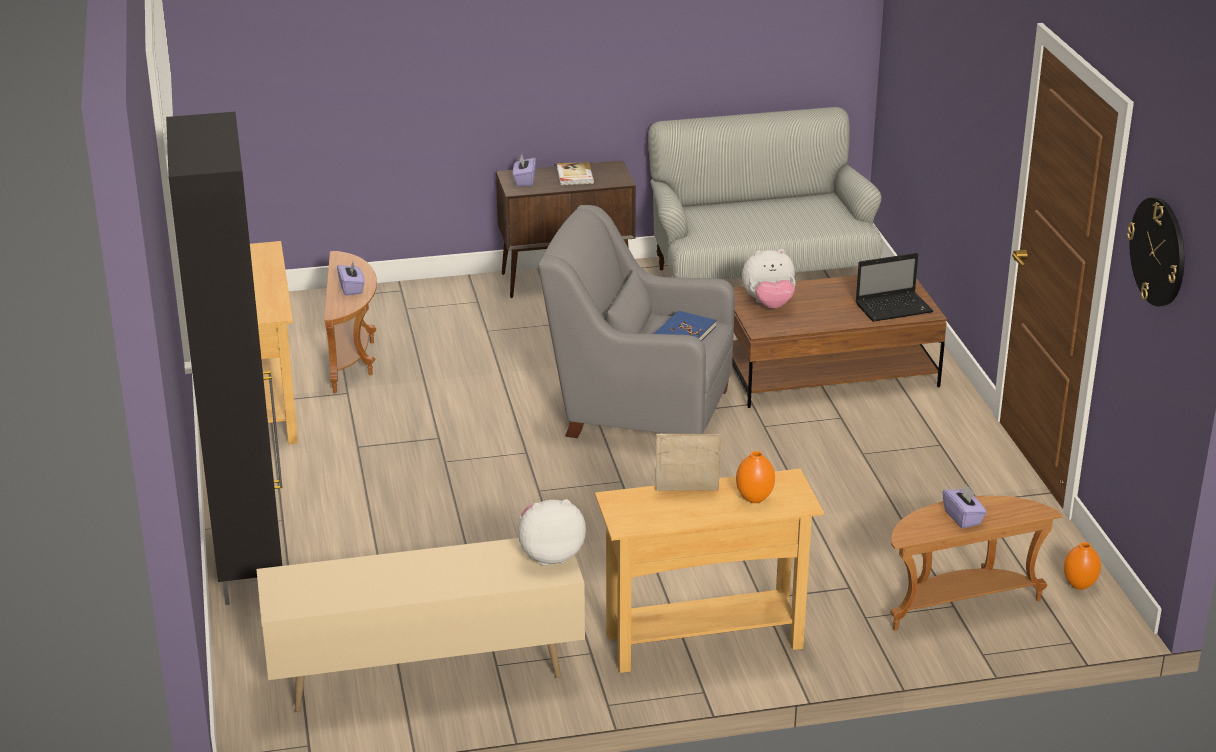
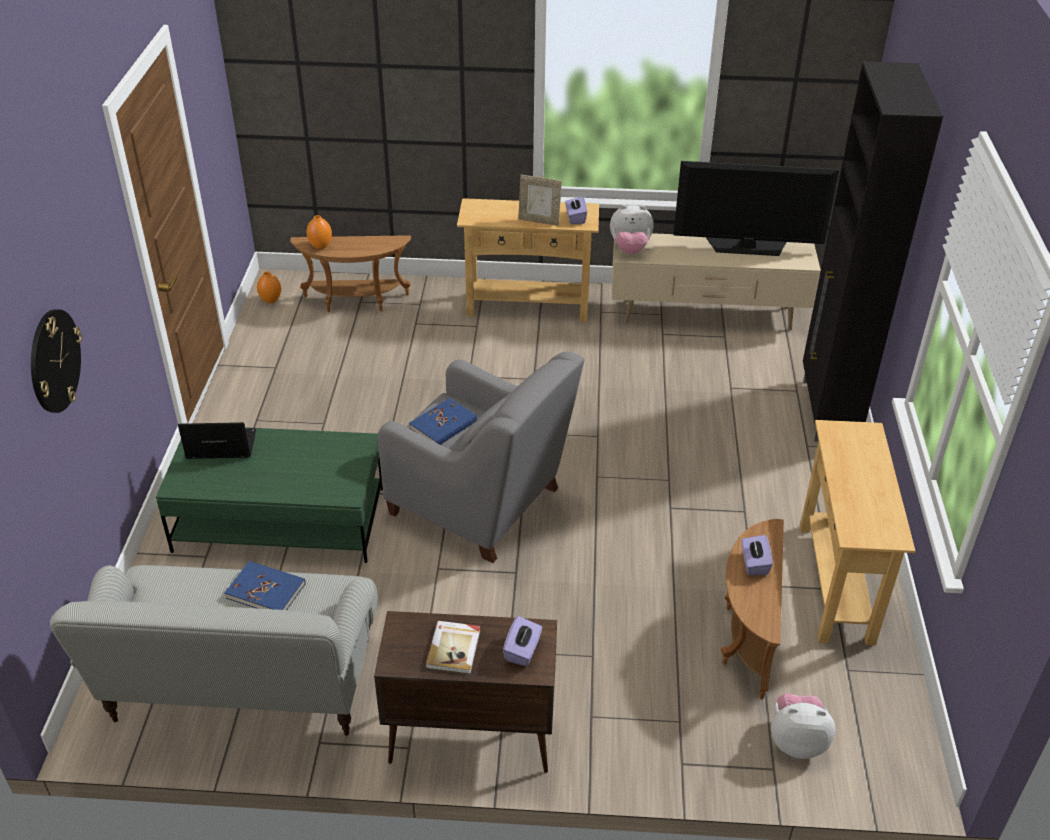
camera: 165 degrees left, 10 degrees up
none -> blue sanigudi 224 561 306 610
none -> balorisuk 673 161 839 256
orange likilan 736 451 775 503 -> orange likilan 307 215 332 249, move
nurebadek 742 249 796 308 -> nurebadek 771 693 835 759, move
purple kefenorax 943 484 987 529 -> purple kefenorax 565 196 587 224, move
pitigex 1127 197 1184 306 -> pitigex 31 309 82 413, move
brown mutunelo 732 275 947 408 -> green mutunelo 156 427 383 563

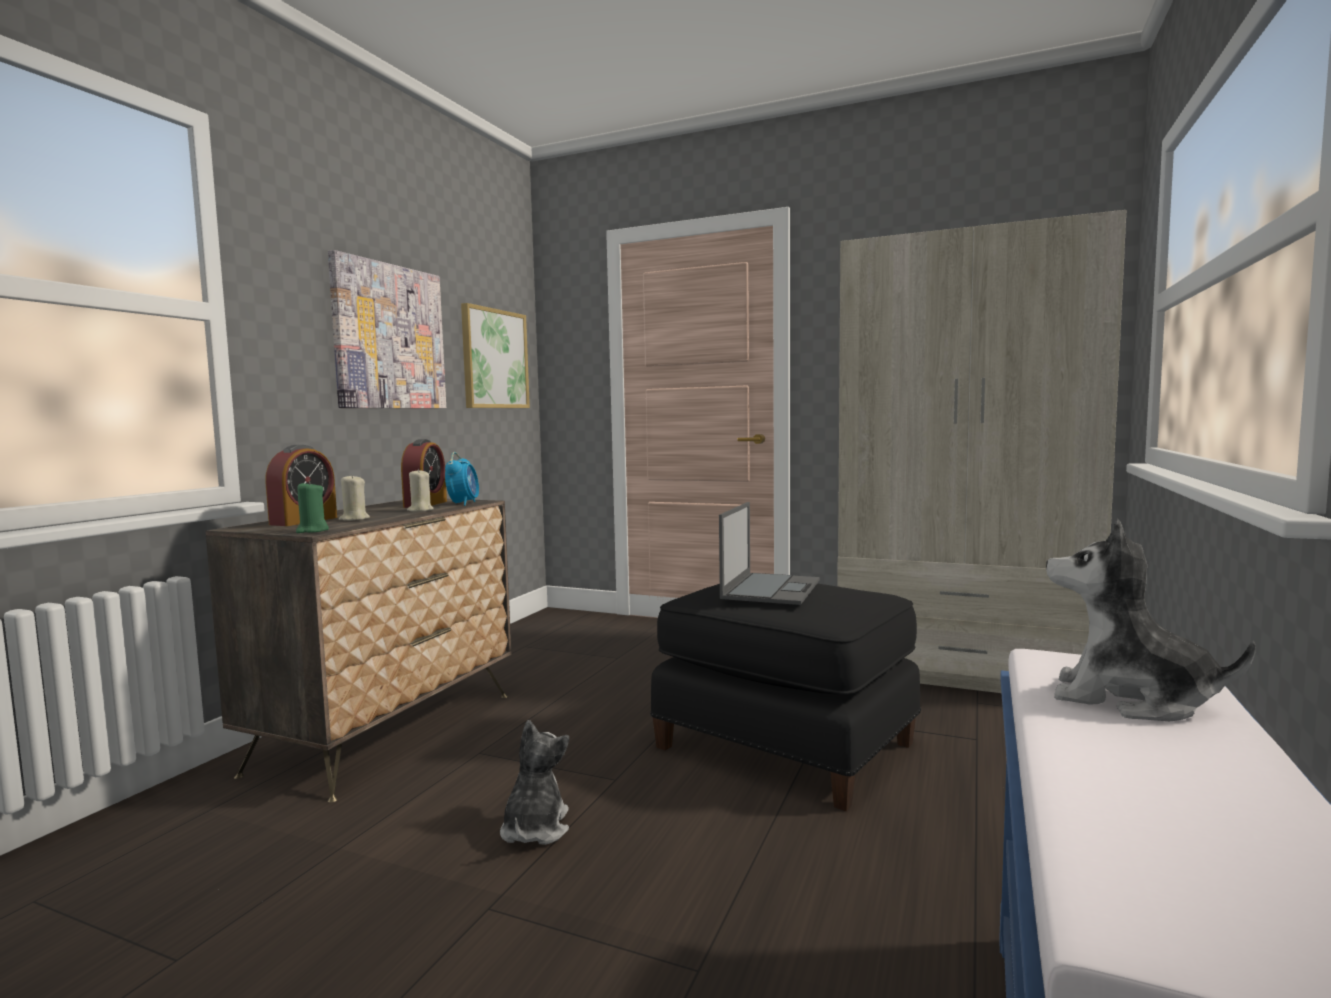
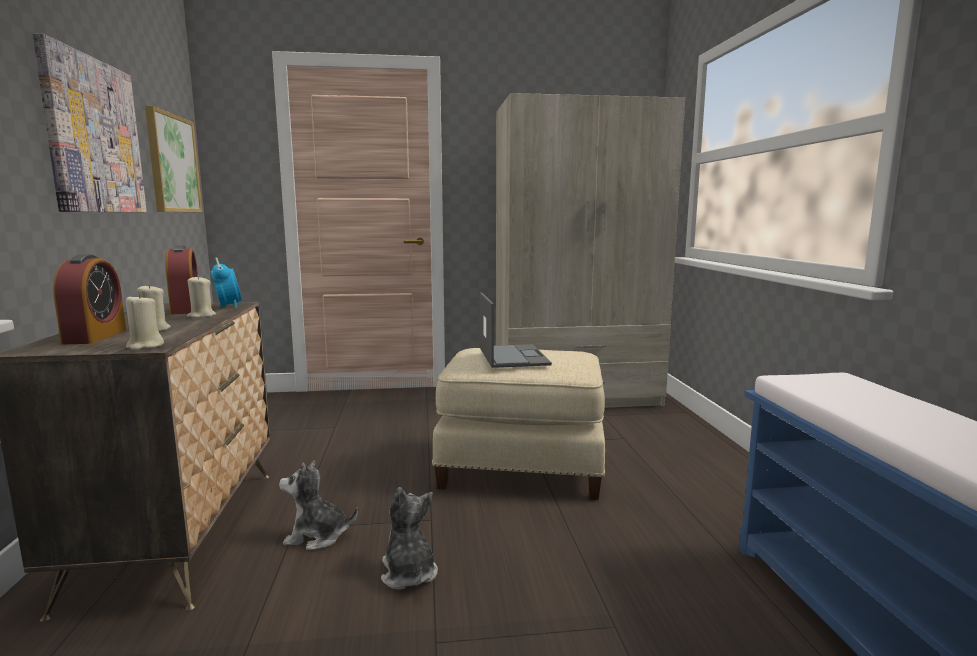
camera: 30 degrees left, 5 degrees up
nurebadek 1046 519 1256 721 -> nurebadek 279 460 358 550, move
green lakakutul 296 481 329 533 -> beige lakakutul 126 294 164 350
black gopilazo 650 584 921 811 -> beige gopilazo 432 348 605 500

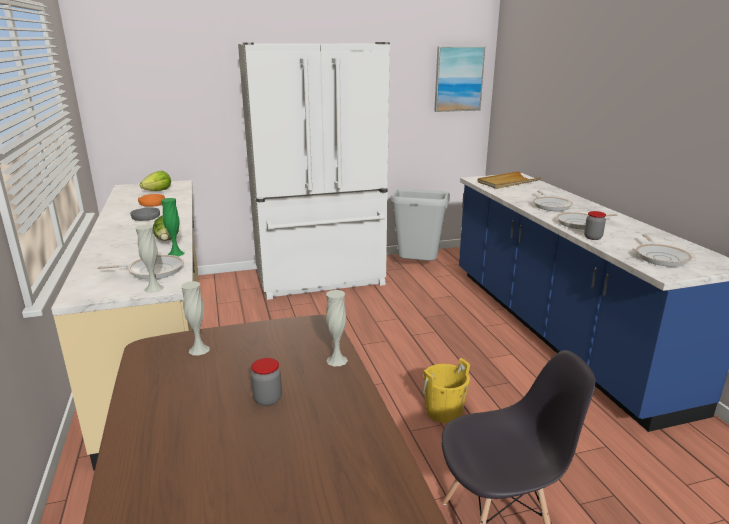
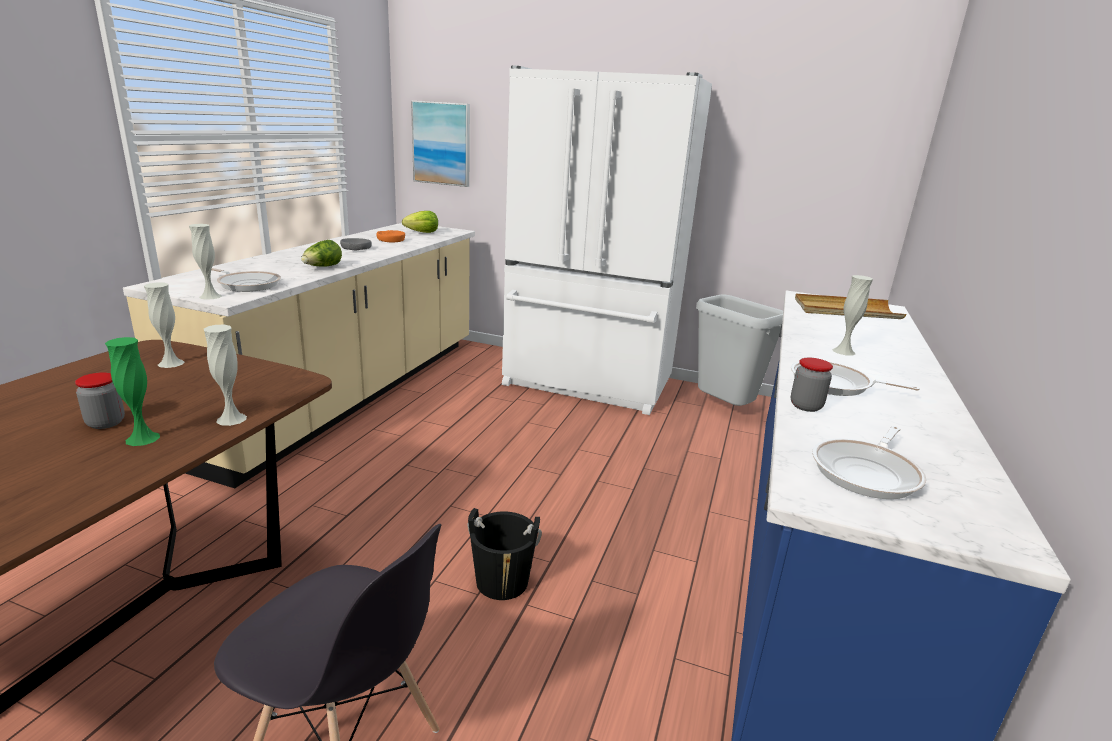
camera: 35 degrees right, 0 degrees up
green likilan 161 198 184 256 -> green likilan 105 337 160 446, move
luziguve 434 46 485 112 -> luziguve 411 100 470 187, move
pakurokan 533 190 573 211 -> white likilan 832 275 873 356
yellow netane 422 358 470 423 -> black netane 467 508 542 600

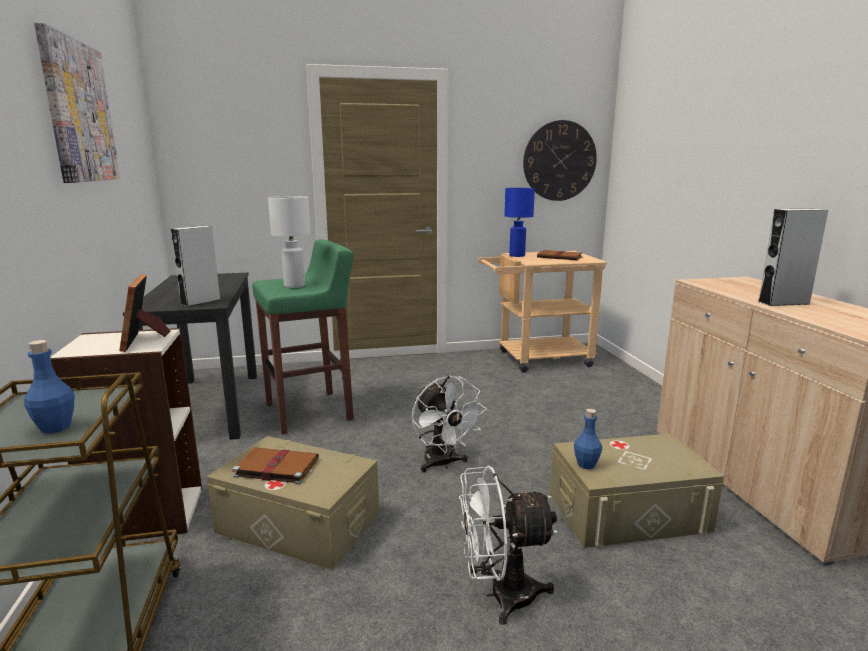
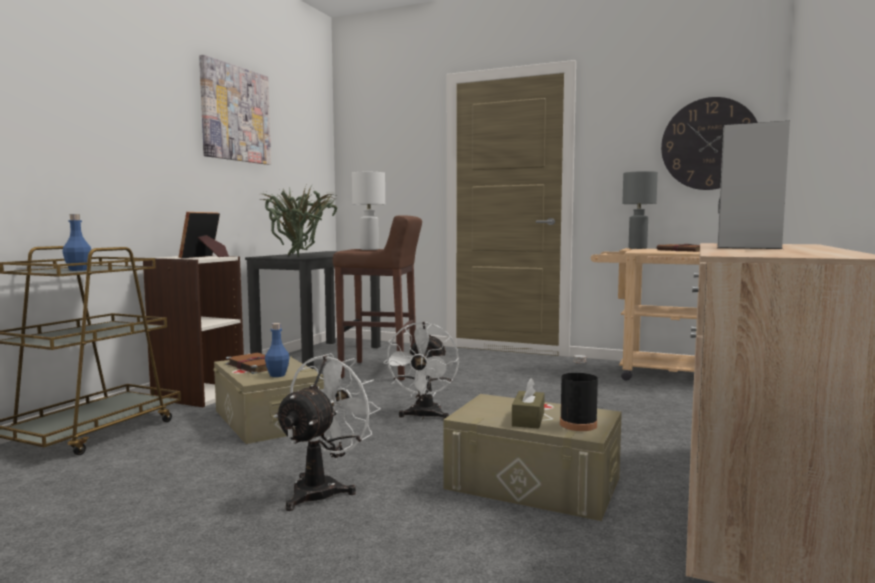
camera: 35 degrees right, 10 degrees down
none -> brown kefenorax 512 378 545 429
none -> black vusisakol 560 355 598 431
blue vusisakol 574 409 602 470 -> blue vusisakol 265 323 289 377, move
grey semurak 171 226 220 307 -> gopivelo 260 185 337 257
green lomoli 252 239 354 435 -> brown lomoli 333 215 422 380
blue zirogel 504 188 535 257 -> grey zirogel 622 171 658 249
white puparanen 459 466 558 625 -> white puparanen 273 353 381 511, 90 degrees clockwise

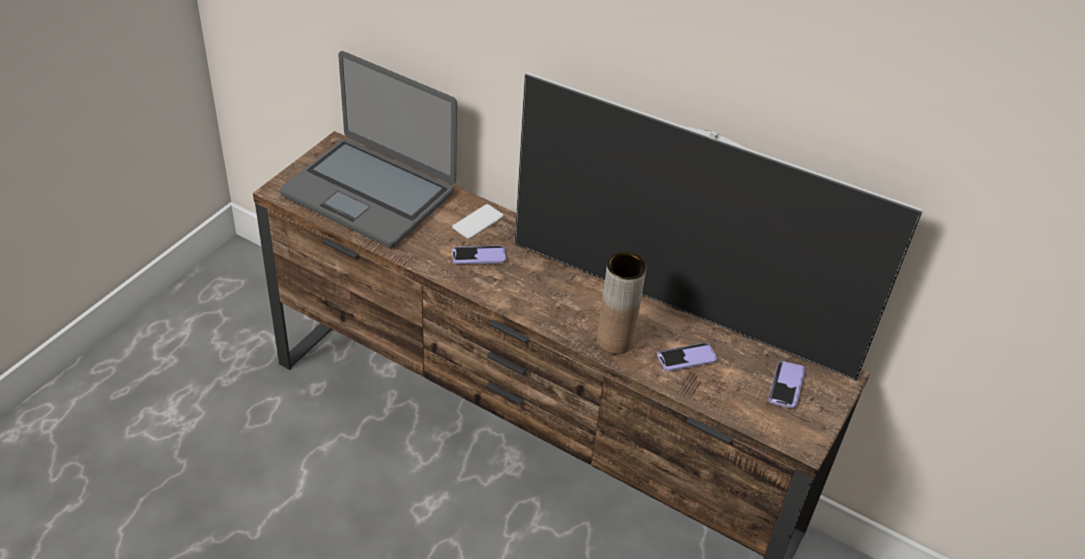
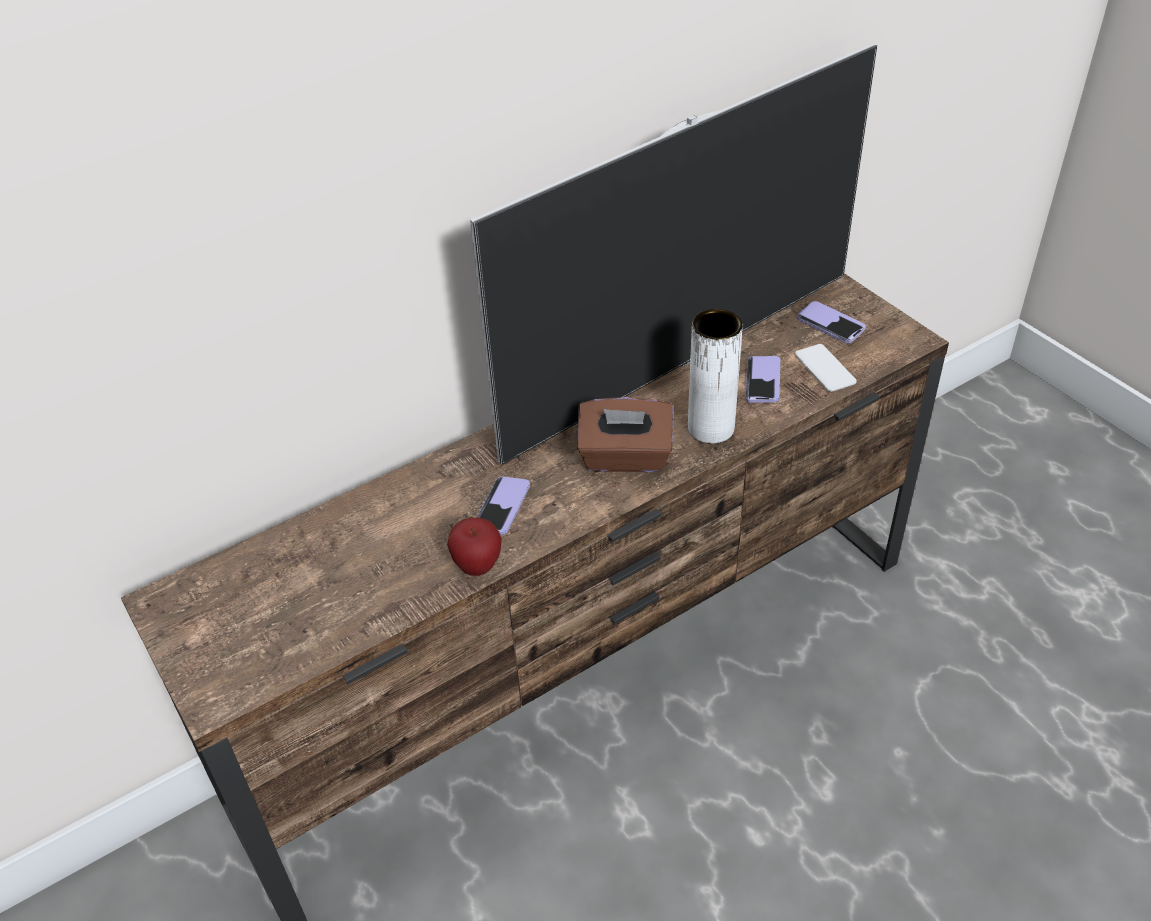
camera: 60 degrees left, 0 degrees up
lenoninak 280 51 457 248 -> none
none -> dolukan 447 517 502 576
none -> brown kefenorax 577 397 673 472
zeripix 452 204 504 239 -> zeripix 795 344 857 392, move
brown likilan 597 252 646 354 -> white likilan 688 309 743 444

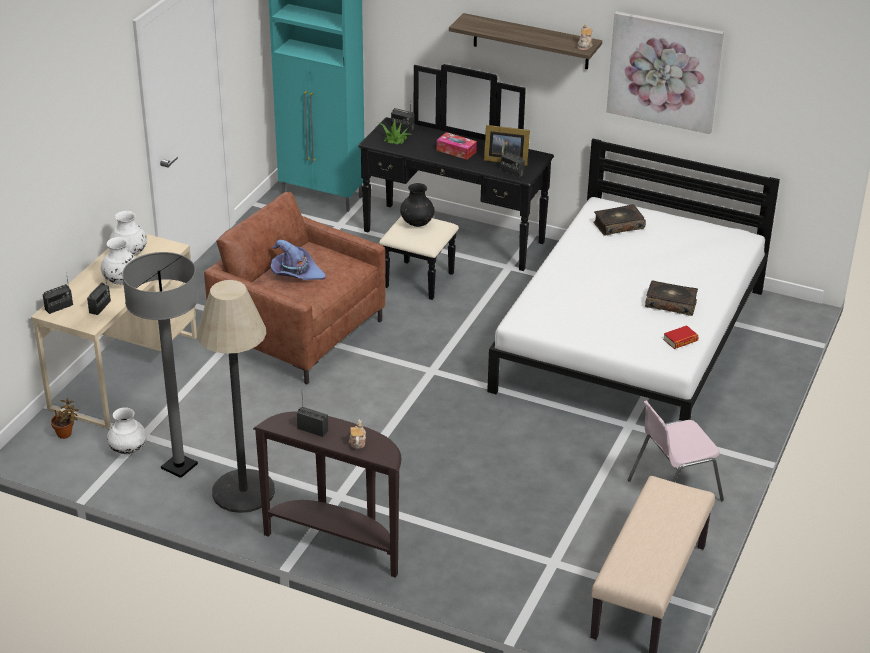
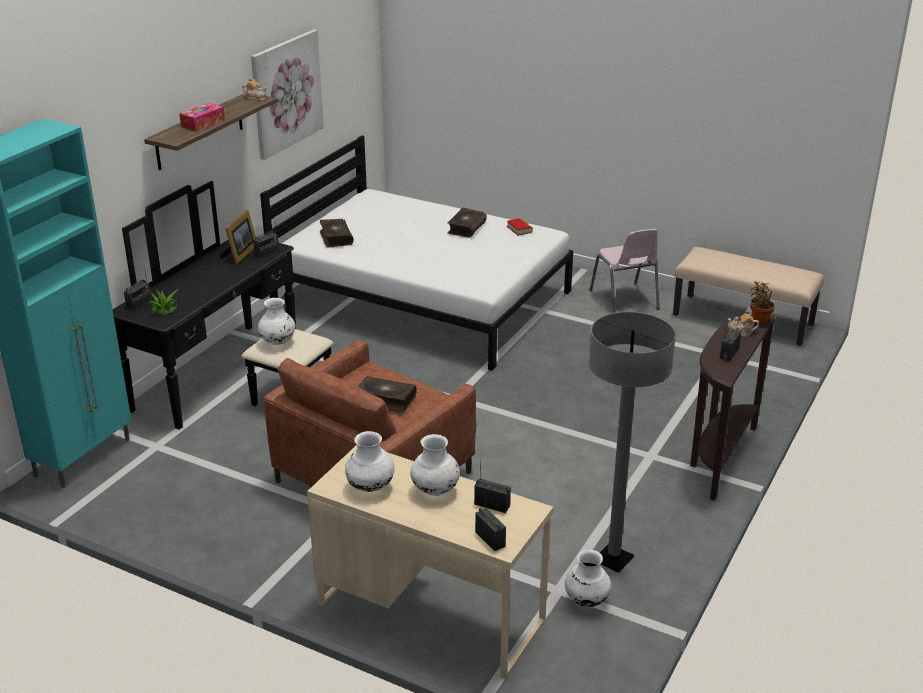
camera: 85 degrees left, 5 degrees down
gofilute 197 280 275 513 -> none
gopivelo 51 398 79 439 -> gopivelo 750 281 775 325, move
kefenorax 437 132 477 160 -> kefenorax 179 103 225 131, move
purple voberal 271 240 326 280 -> sanigudi 358 376 416 413
black likilan 400 183 435 227 -> white likilan 258 298 295 345

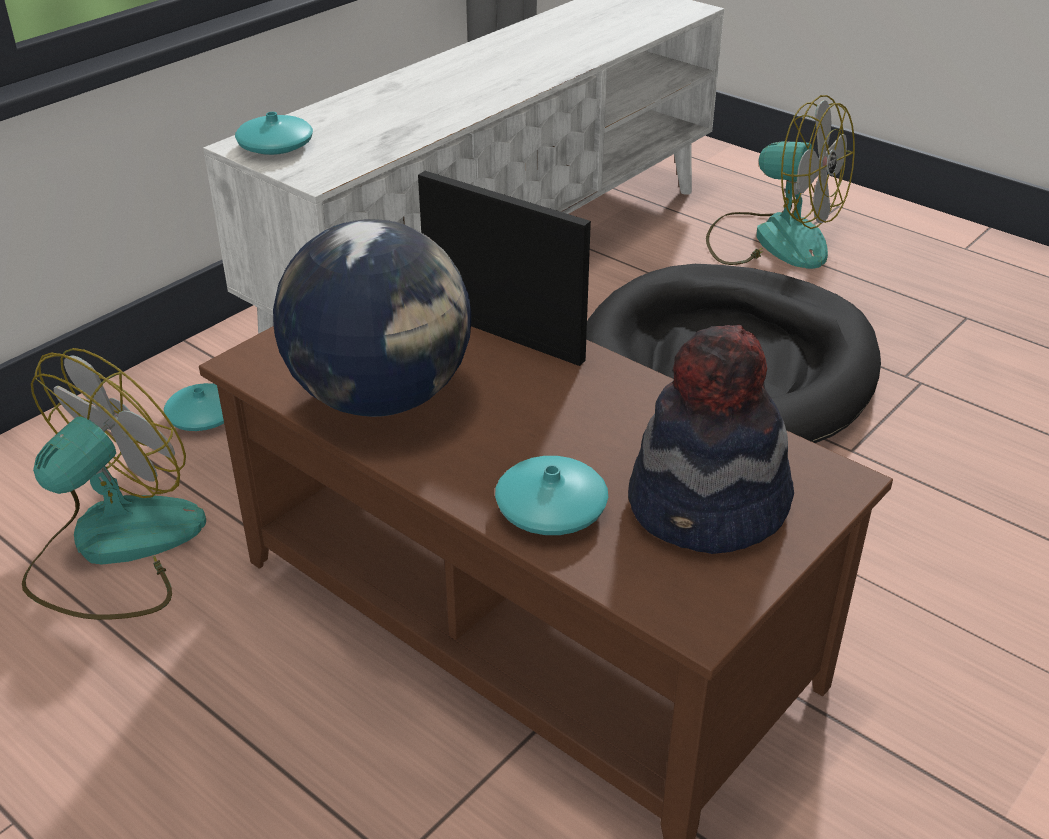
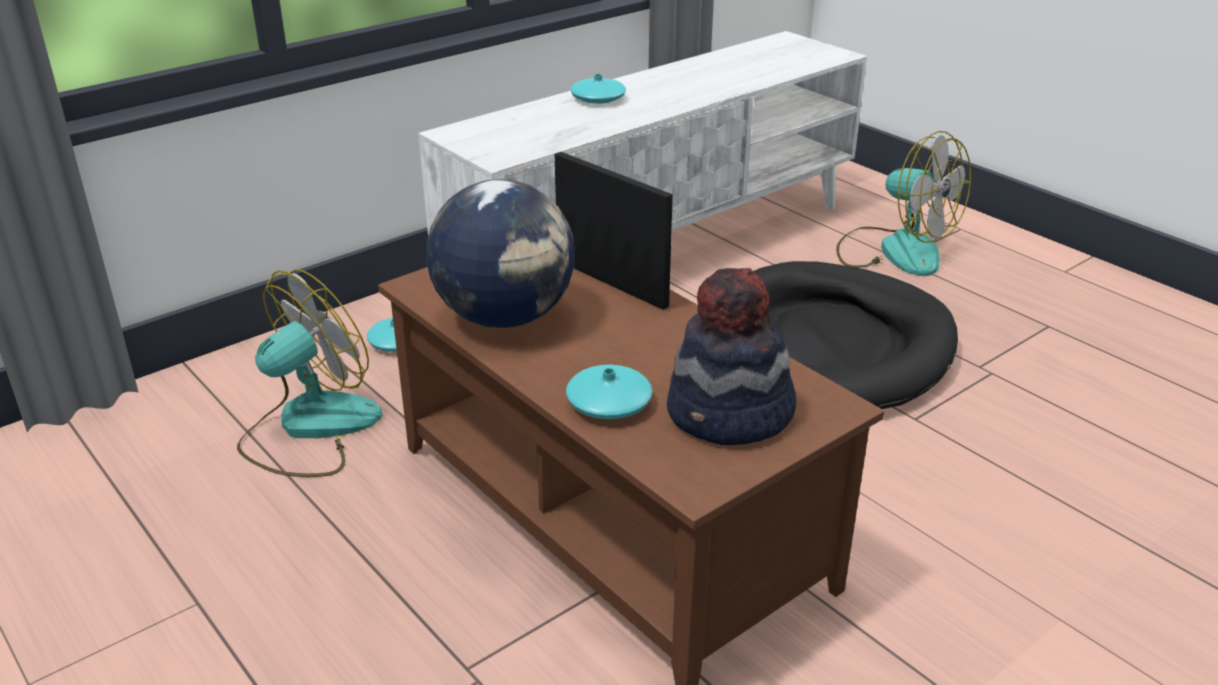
camera: 10 degrees right, 5 degrees down
turquoise likilan 235 112 313 155 -> turquoise likilan 571 74 626 104, move

